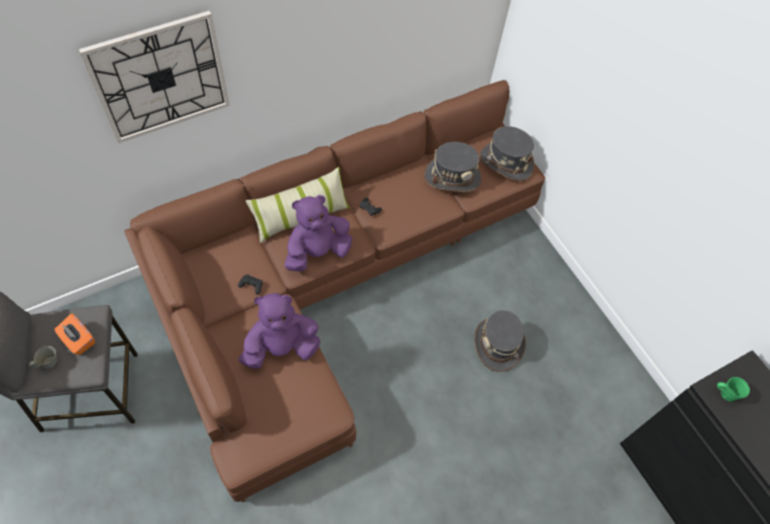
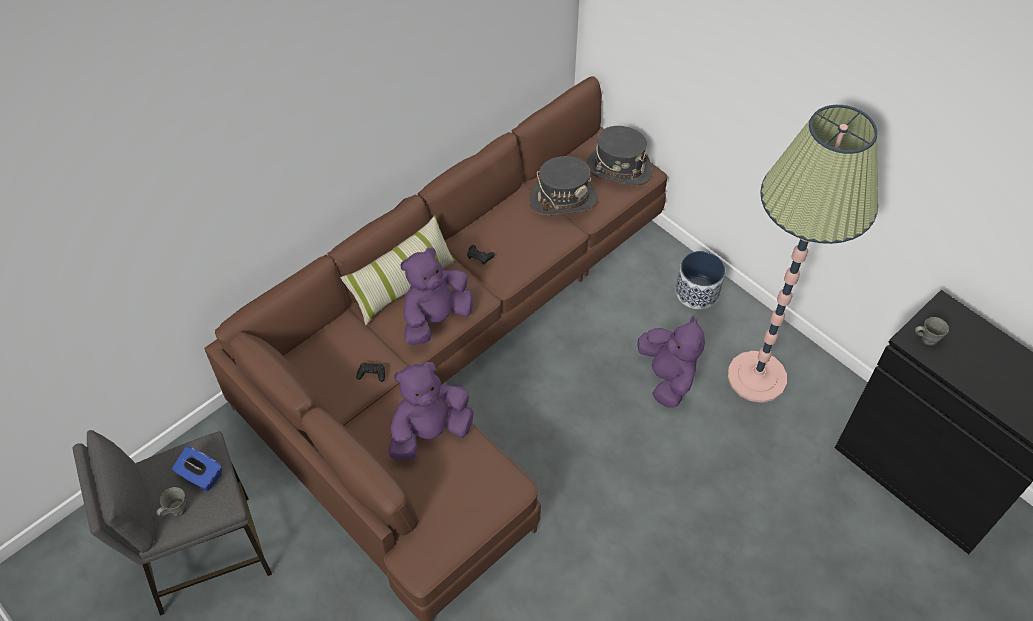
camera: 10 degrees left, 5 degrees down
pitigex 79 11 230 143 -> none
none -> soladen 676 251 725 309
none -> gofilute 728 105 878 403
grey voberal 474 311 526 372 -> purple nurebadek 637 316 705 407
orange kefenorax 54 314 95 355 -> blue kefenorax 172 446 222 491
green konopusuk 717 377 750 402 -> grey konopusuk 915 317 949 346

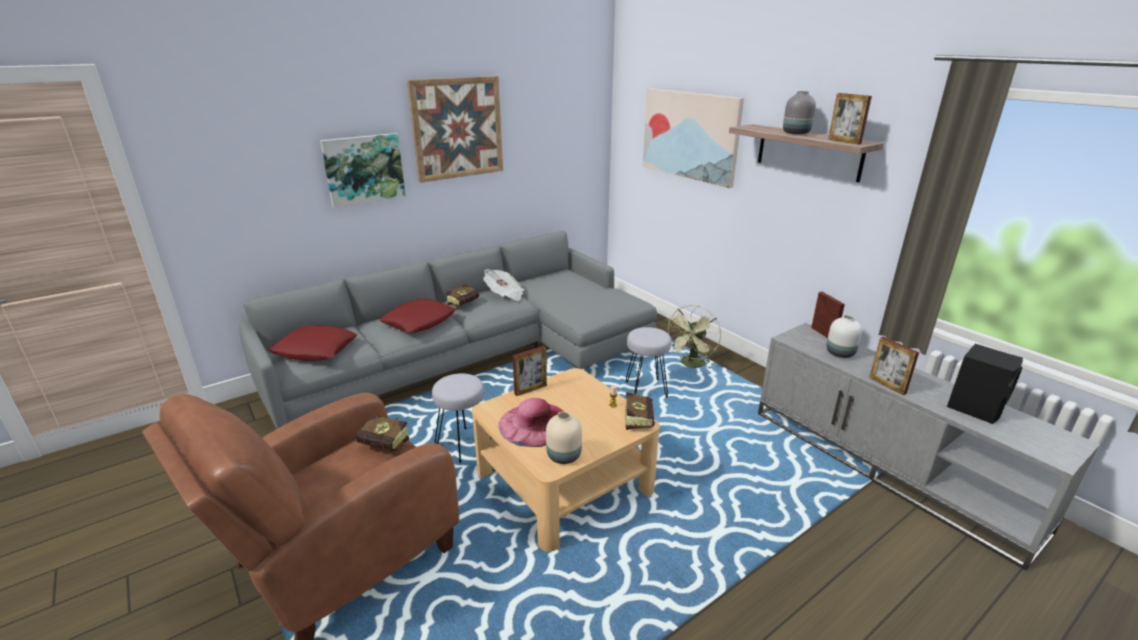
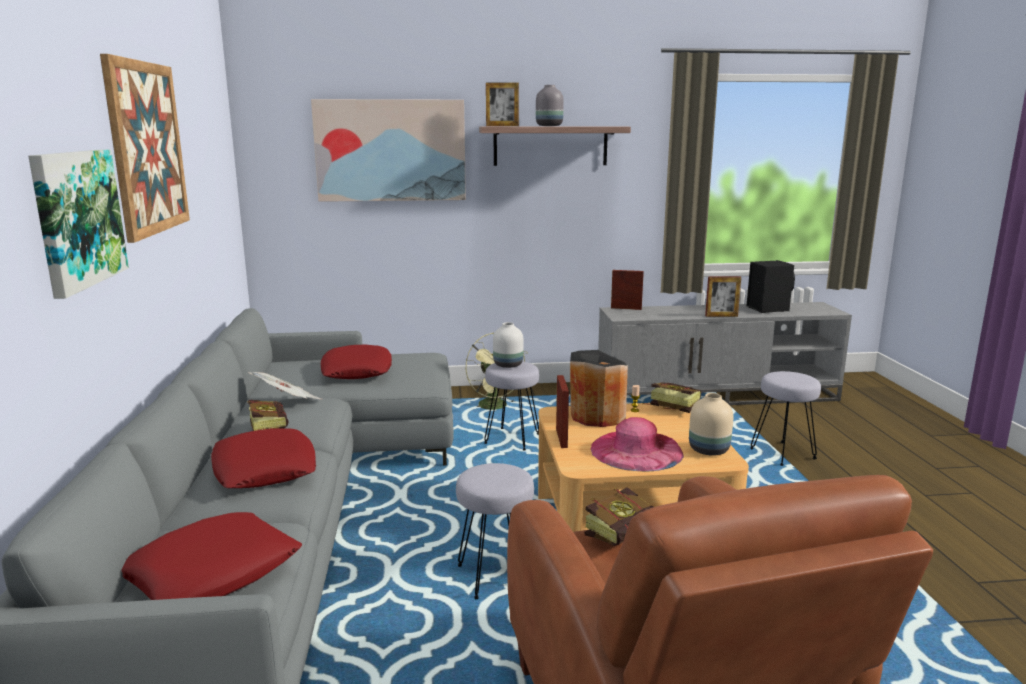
camera: 60 degrees left, 10 degrees down
none -> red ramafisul 321 345 392 379
none -> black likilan 570 350 628 427
none -> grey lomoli 750 371 821 466
white likilan 826 315 862 358 -> white likilan 493 322 524 368, move
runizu 828 93 872 145 -> runizu 486 83 519 126, move

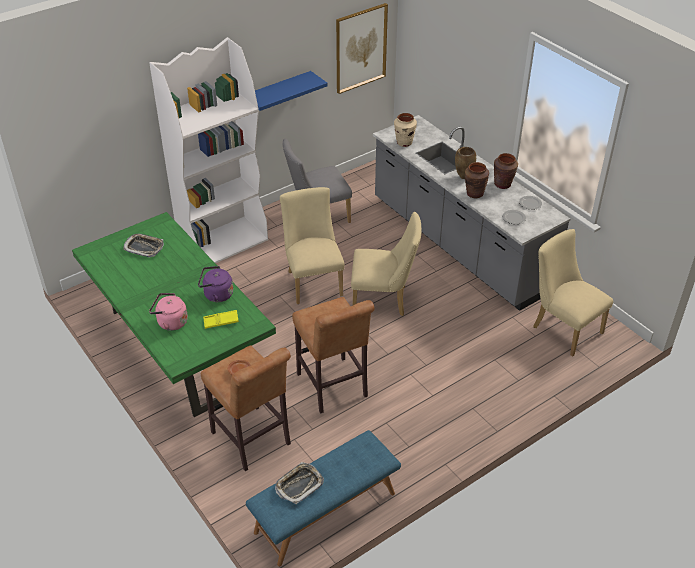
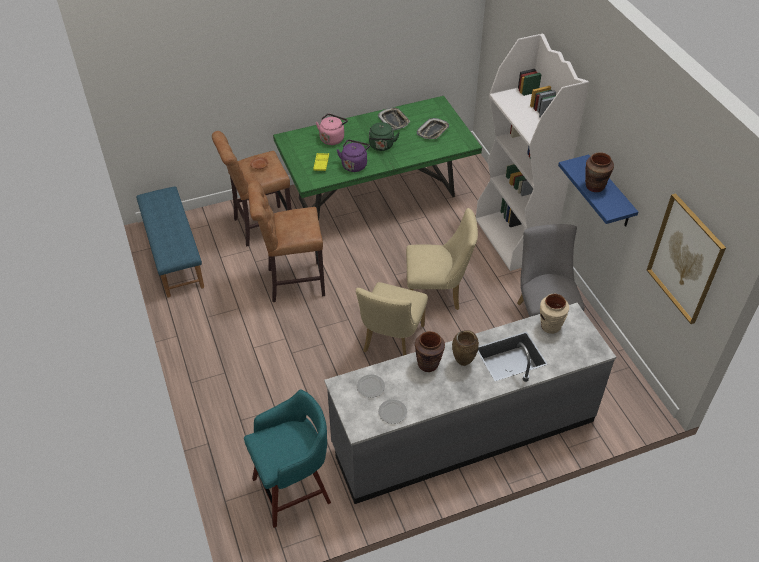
camera: 105 degrees right, 5 degrees up
none -> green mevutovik 369 122 400 151
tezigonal 275 462 324 504 -> tezigonal 377 108 410 130, move
brown likilan 494 153 518 189 -> brown likilan 585 152 614 192, move
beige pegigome 533 229 613 357 -> turquoise lomoli 244 390 331 528

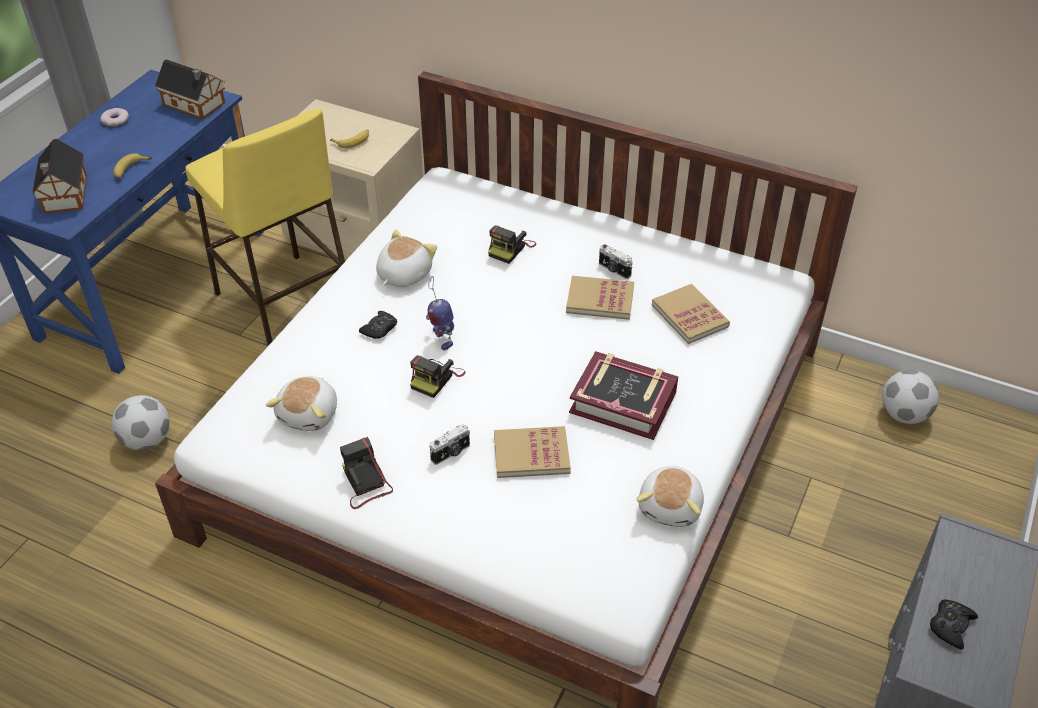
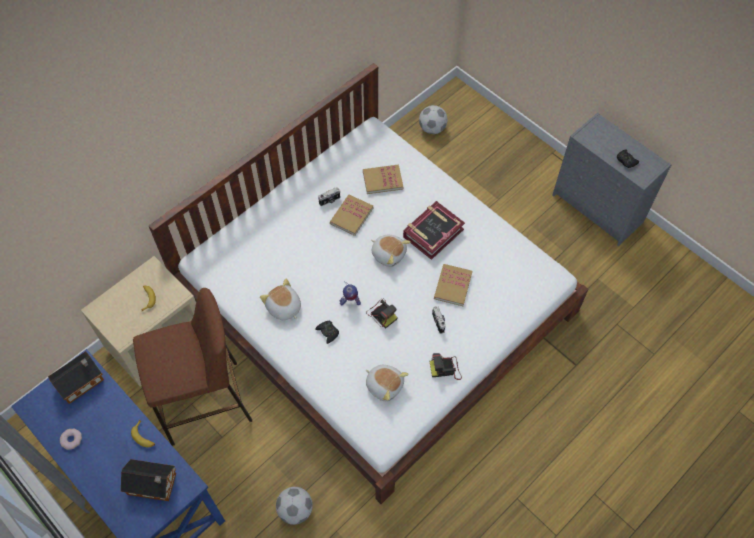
camera: 70 degrees left, 15 degrees up
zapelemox 488 225 536 264 -> none
nurebadek 636 466 704 527 -> nurebadek 371 235 411 267, move
yellow lomoli 185 109 345 346 -> brown lomoli 133 288 252 446

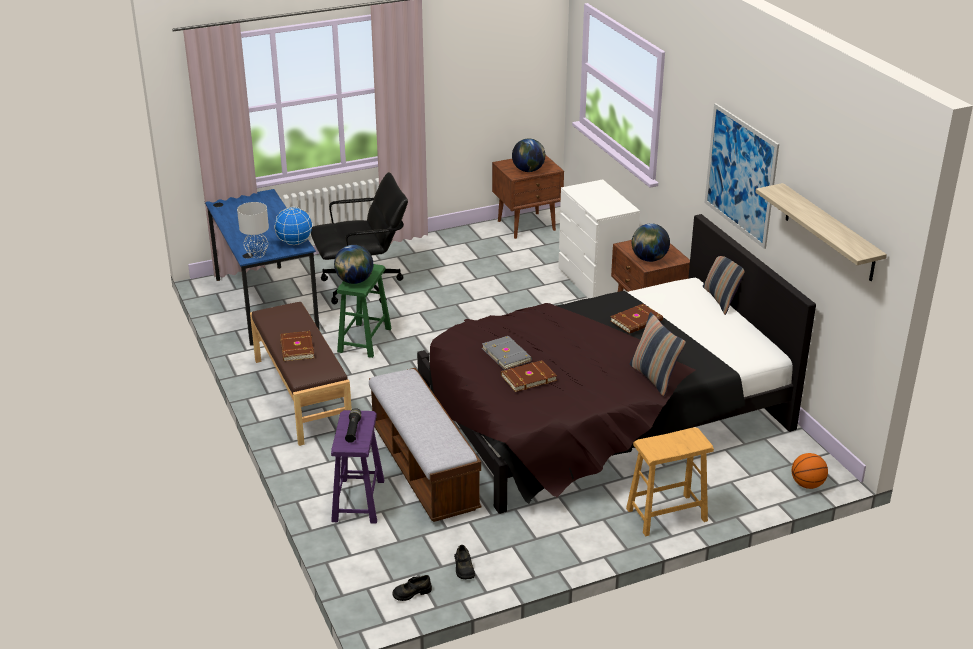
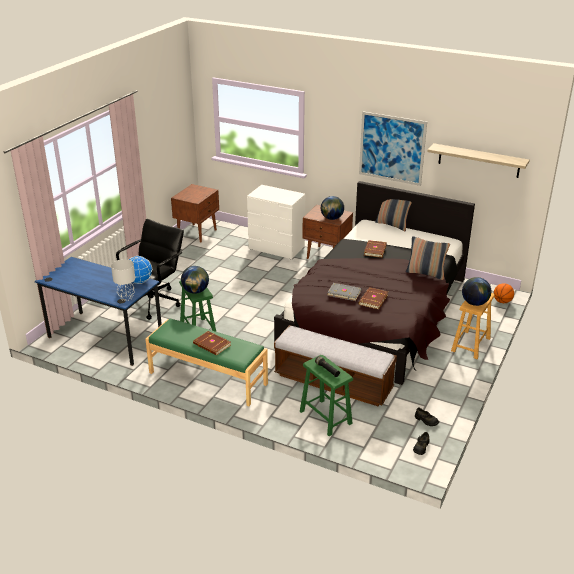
camera: 40 degrees left, 0 degrees up
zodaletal 512 138 545 172 -> zodaletal 462 277 491 306, move
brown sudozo 250 302 352 446 -> green sudozo 145 318 268 406
purple lomoli 331 410 384 524 -> green lomoli 300 355 353 436

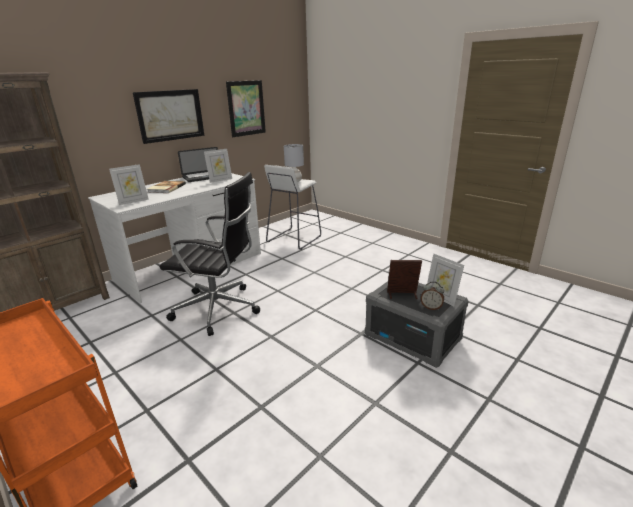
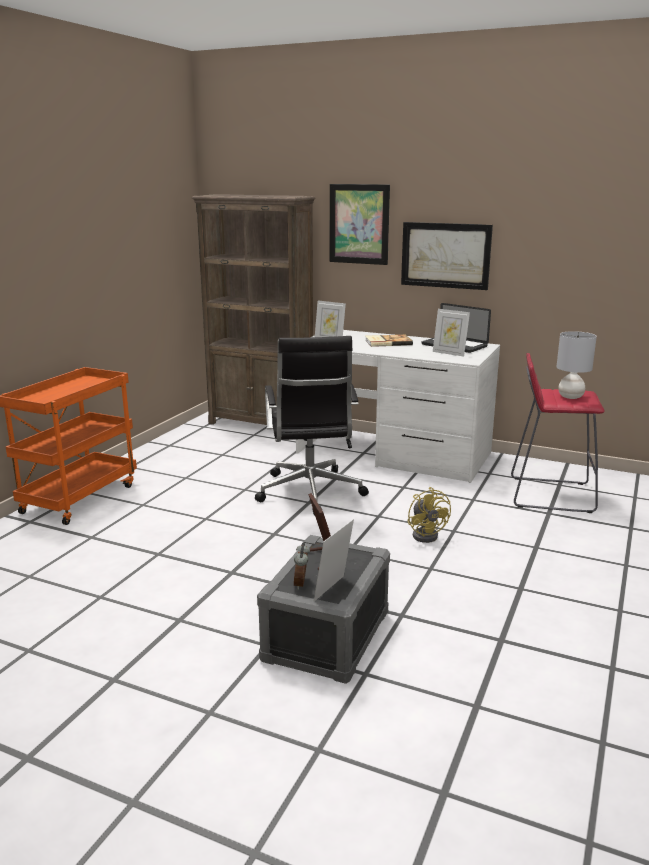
camera: 70 degrees right, 5 degrees down
none -> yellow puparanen 407 487 451 543
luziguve 226 80 266 137 -> luziguve 330 184 390 265, move
white lomoli 264 165 321 250 -> red lomoli 511 353 605 513

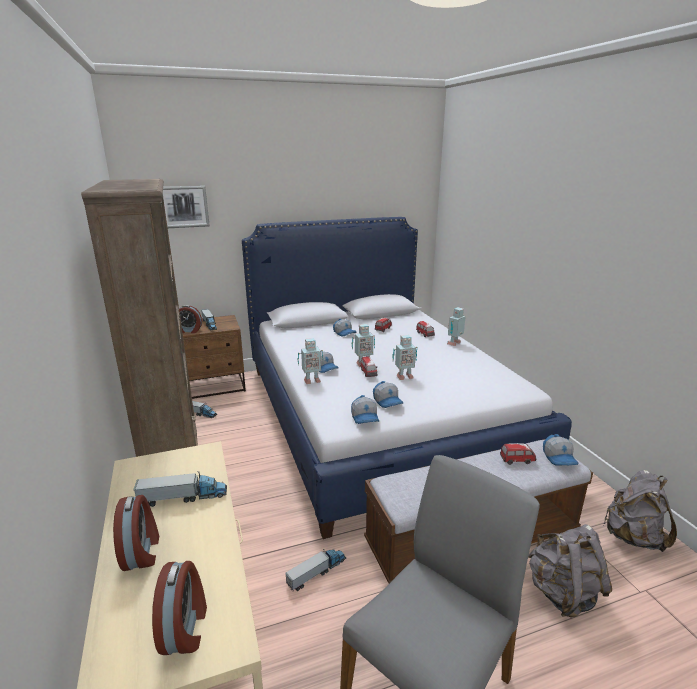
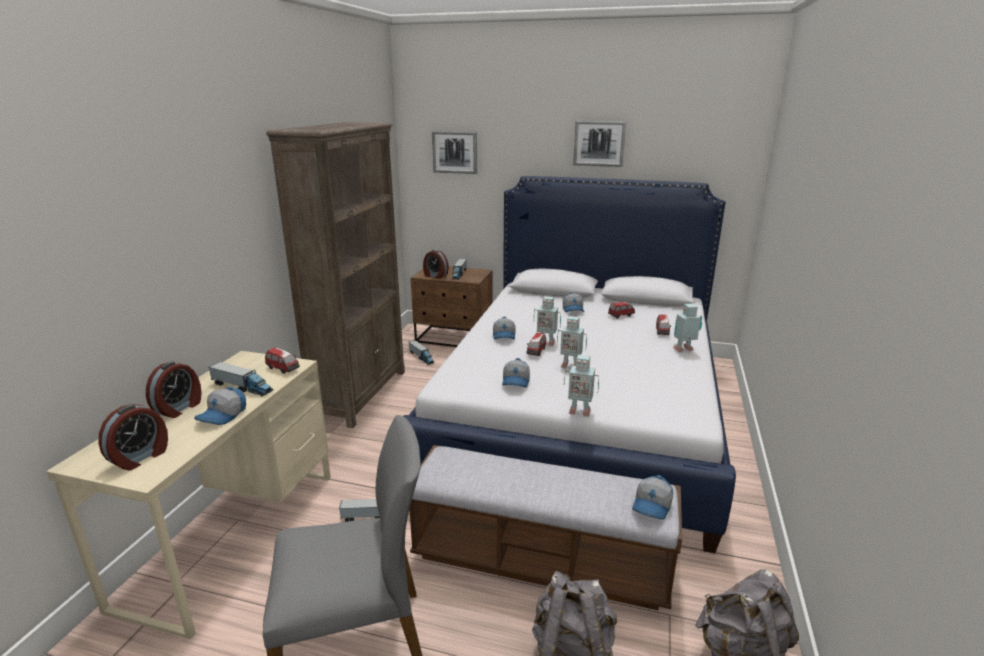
camera: 35 degrees right, 0 degrees up
none -> luziguve 573 121 626 167
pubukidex 297 338 323 384 -> pubukidex 564 354 599 417, move
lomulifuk 351 395 379 424 -> lomulifuk 194 387 246 425, move
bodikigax 500 443 536 465 -> bodikigax 265 348 299 374, move

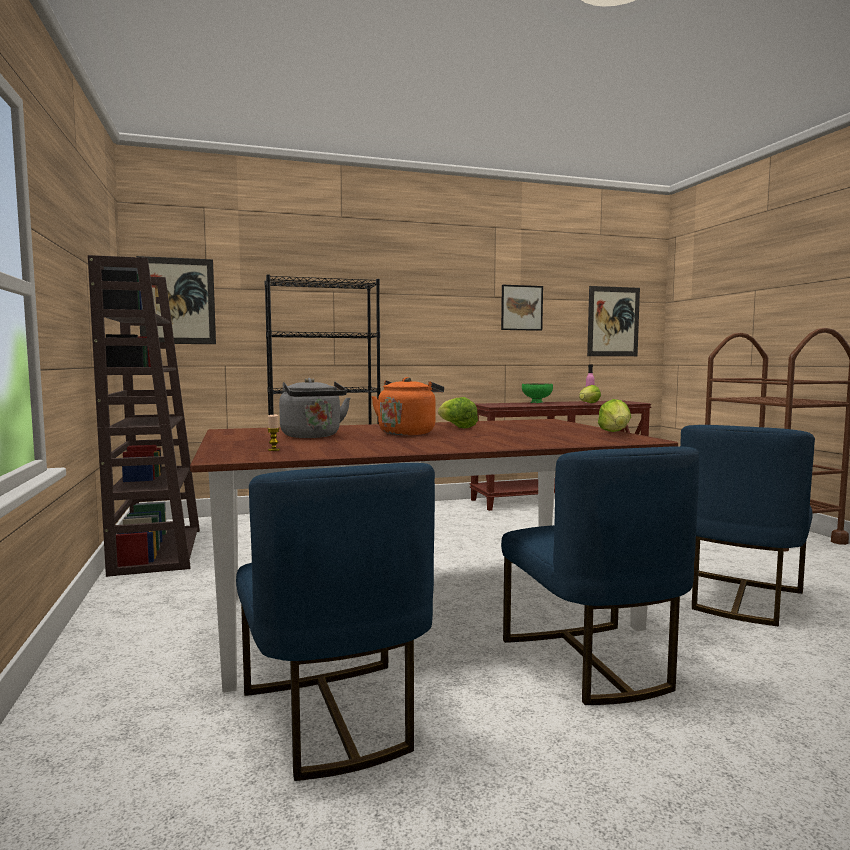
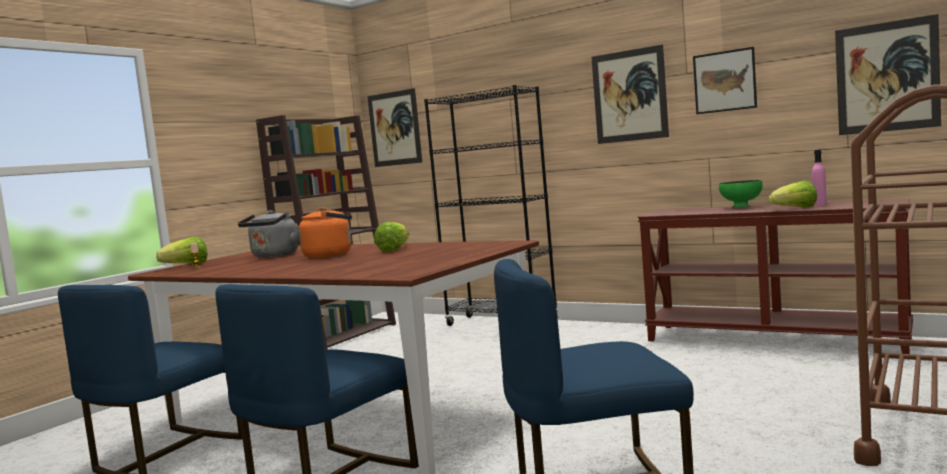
camera: 50 degrees right, 0 degrees up
none -> luziguve 591 45 669 144
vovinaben 598 399 631 432 -> vovinaben 156 236 207 264, move

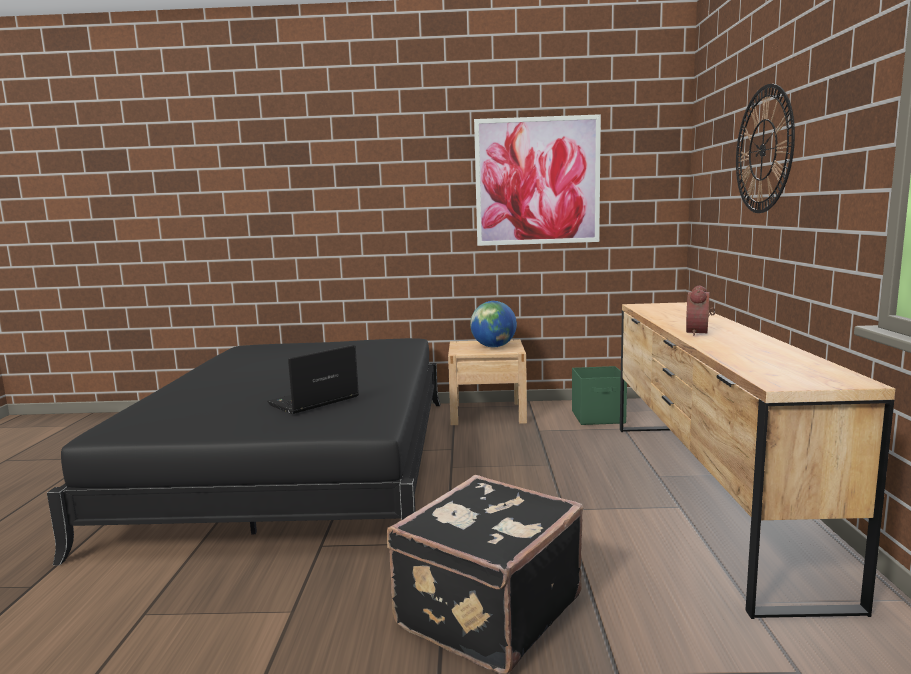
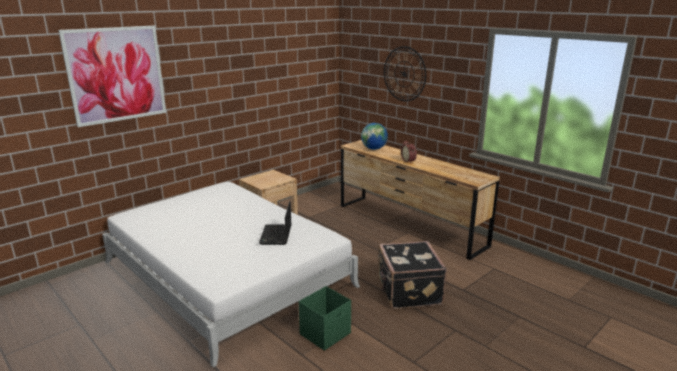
camera: 45 degrees left, 10 degrees up
zodaletal 470 301 517 347 -> zodaletal 361 123 388 150, move
luziguve 474 114 601 246 -> luziguve 58 26 166 127, move
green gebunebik 572 366 627 425 -> green gebunebik 299 286 351 351, move
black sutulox 47 338 441 565 -> white sutulox 102 182 360 367

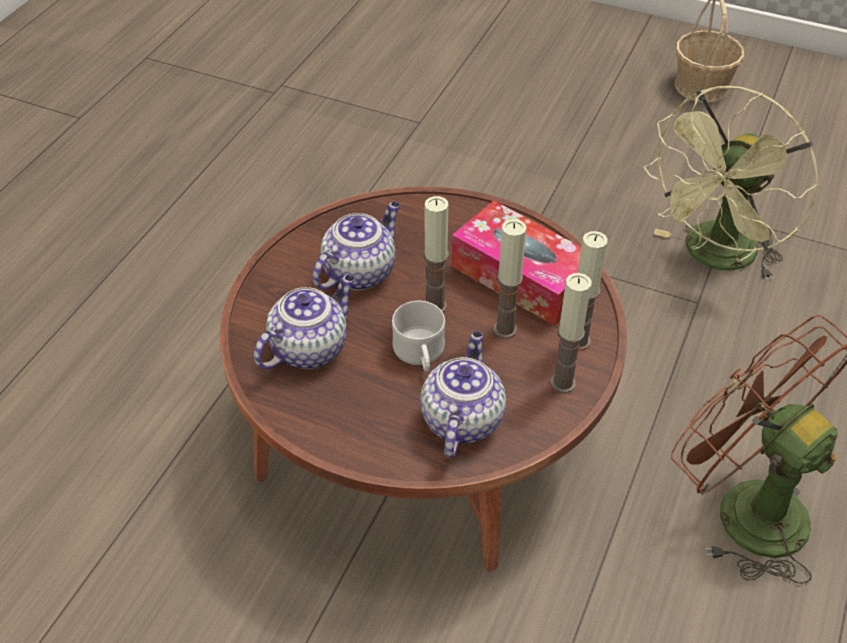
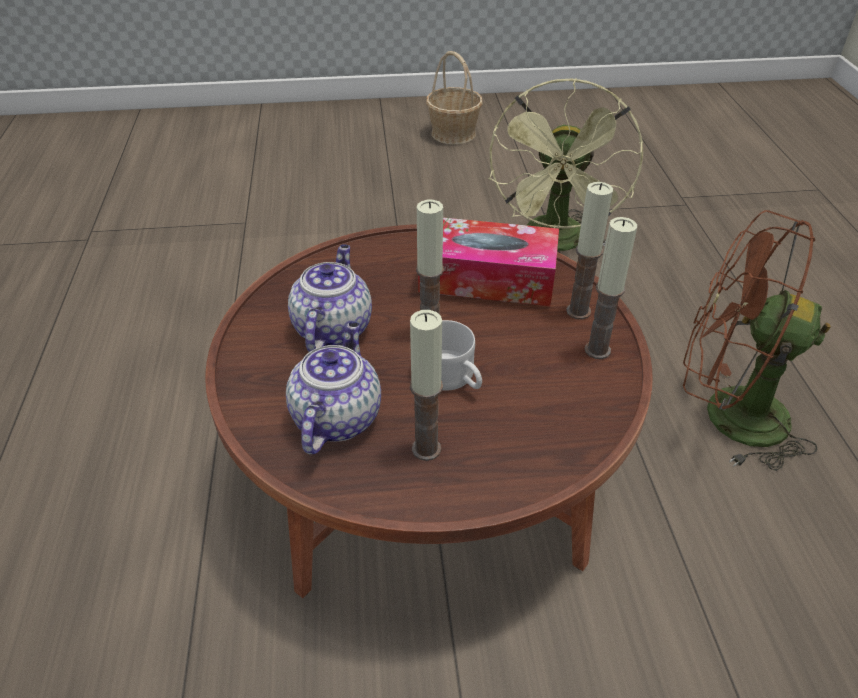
camera: 30 degrees left, 5 degrees down
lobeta 420 331 506 458 -> none
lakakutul 493 219 526 338 -> lakakutul 410 310 443 461, move

